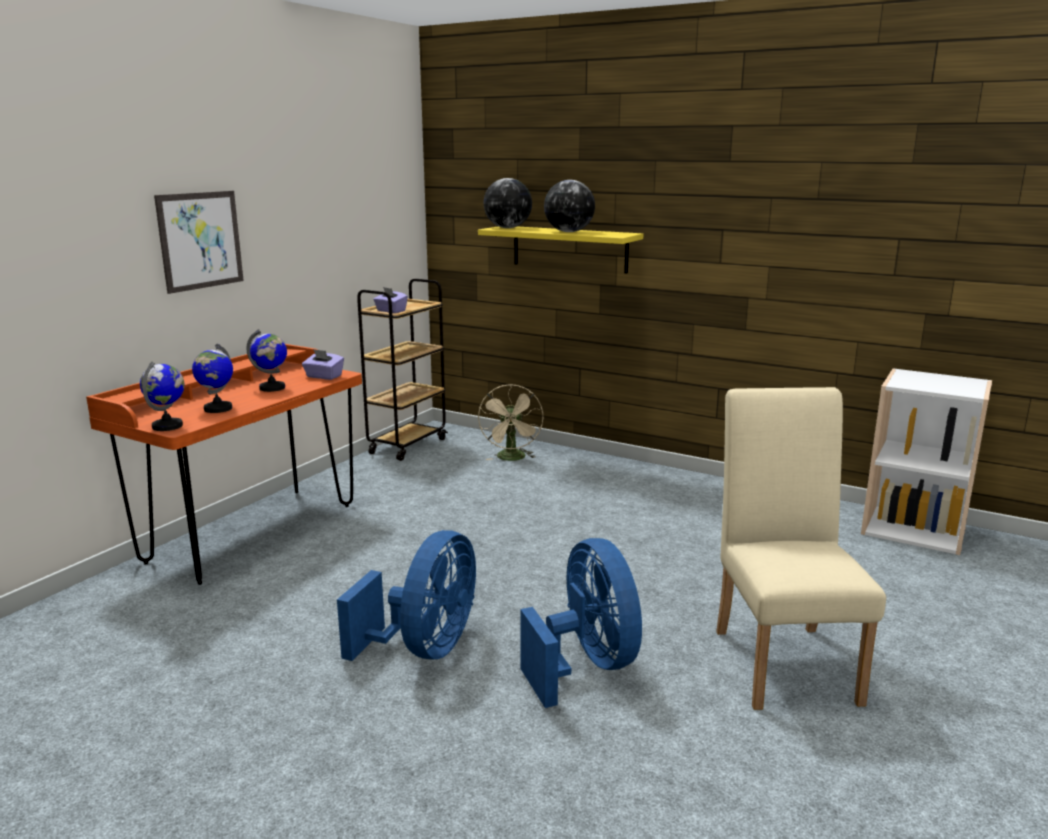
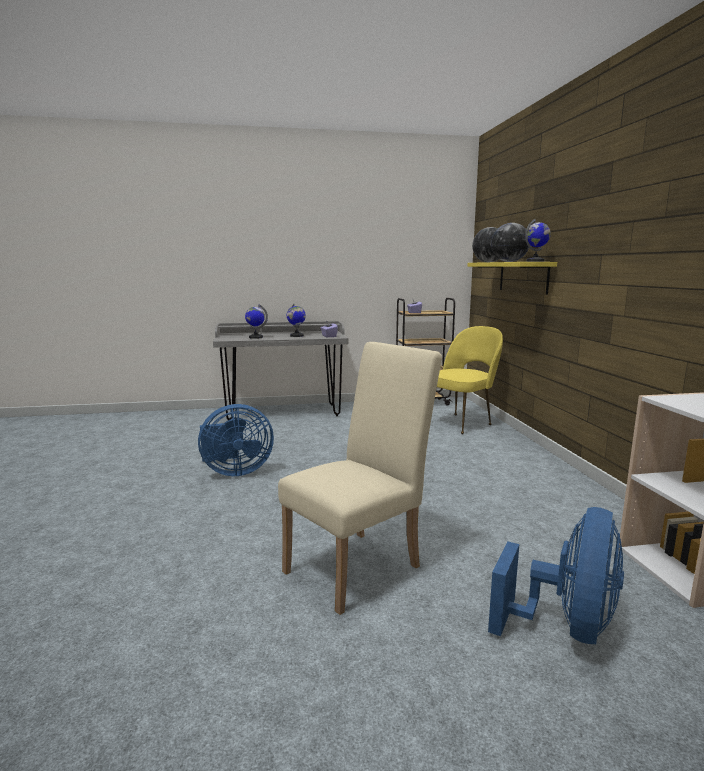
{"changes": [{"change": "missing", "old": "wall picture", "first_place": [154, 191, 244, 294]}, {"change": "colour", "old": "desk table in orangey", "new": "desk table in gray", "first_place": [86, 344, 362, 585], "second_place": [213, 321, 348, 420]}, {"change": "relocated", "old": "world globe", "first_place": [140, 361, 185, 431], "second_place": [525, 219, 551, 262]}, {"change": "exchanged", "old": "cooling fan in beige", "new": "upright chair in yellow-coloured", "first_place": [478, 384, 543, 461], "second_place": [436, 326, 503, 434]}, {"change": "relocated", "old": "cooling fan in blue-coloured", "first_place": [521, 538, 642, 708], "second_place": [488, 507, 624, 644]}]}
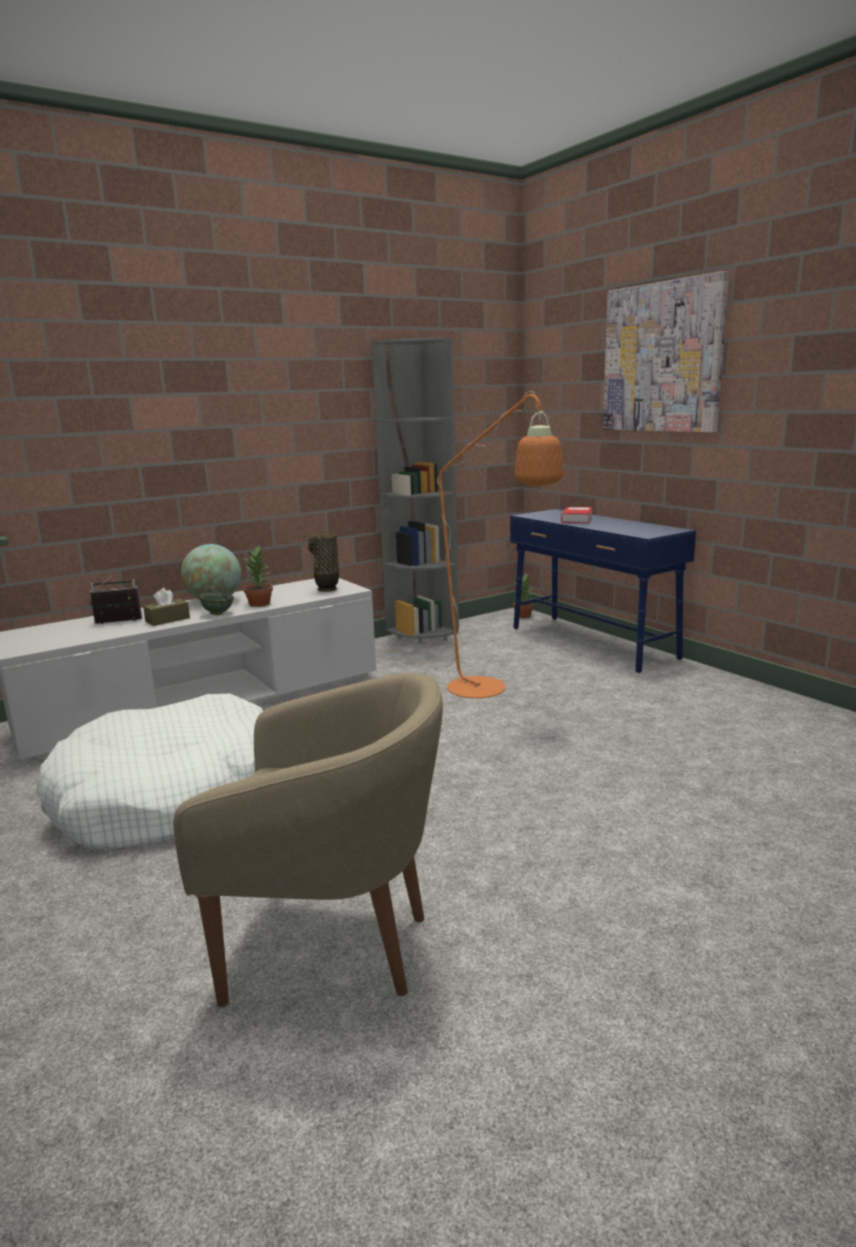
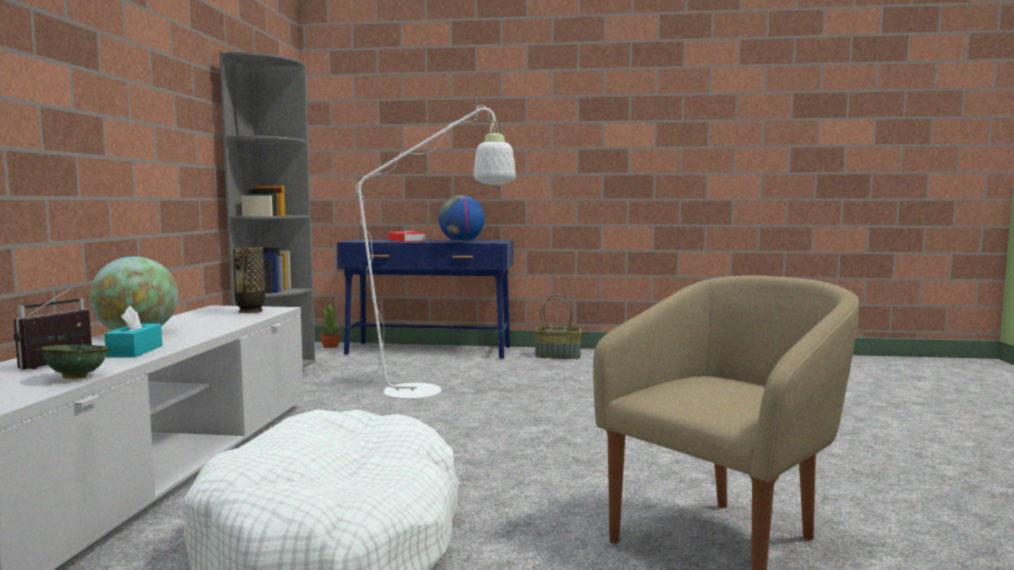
{"changes": [{"change": "missing", "old": "wall picture", "first_place": [603, 271, 729, 433]}, {"change": "colour", "old": "floor lamp in orangey", "new": "floor lamp in white-coloured", "first_place": [386, 391, 564, 698], "second_place": [303, 105, 516, 399]}, {"change": "missing", "old": "houseplant", "first_place": [244, 546, 273, 607]}, {"change": "colour", "old": "tissue box in brown-coloured", "new": "tissue box in blue-green", "first_place": [143, 588, 190, 626], "second_place": [104, 306, 162, 357]}, {"change": "relocated", "old": "bowl in green", "first_place": [199, 593, 234, 615], "second_place": [41, 344, 109, 379]}, {"change": "appeared", "new": "world globe", "second_place": [439, 195, 485, 242]}, {"change": "appeared", "new": "household basket", "second_place": [534, 294, 582, 359]}]}
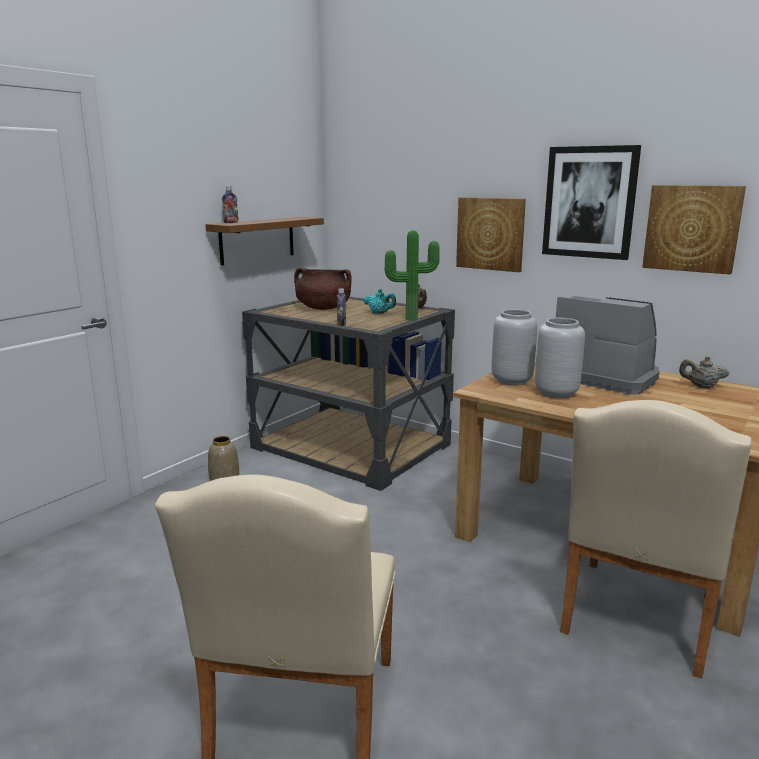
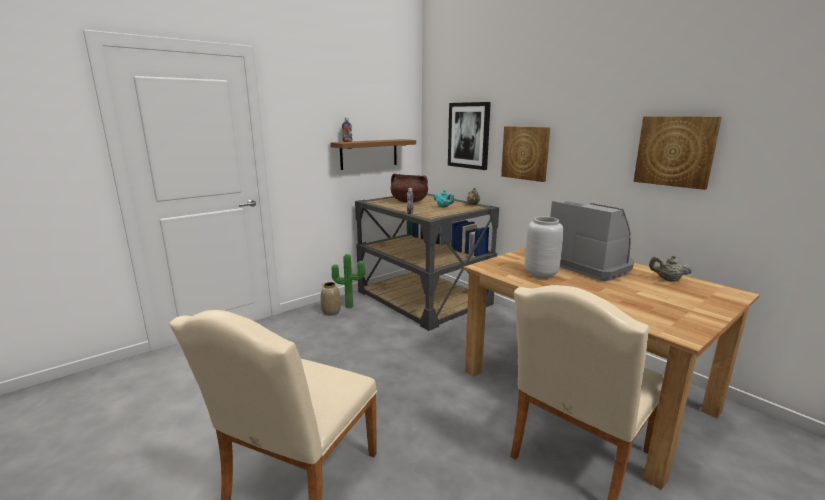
{"changes": [{"change": "relocated", "old": "wall picture", "first_place": [542, 145, 641, 260], "second_place": [448, 102, 491, 170]}, {"change": "relocated", "old": "houseplant", "first_place": [385, 230, 440, 321], "second_place": [332, 254, 365, 308]}, {"change": "missing", "old": "vase in gray", "first_place": [492, 309, 537, 386]}]}
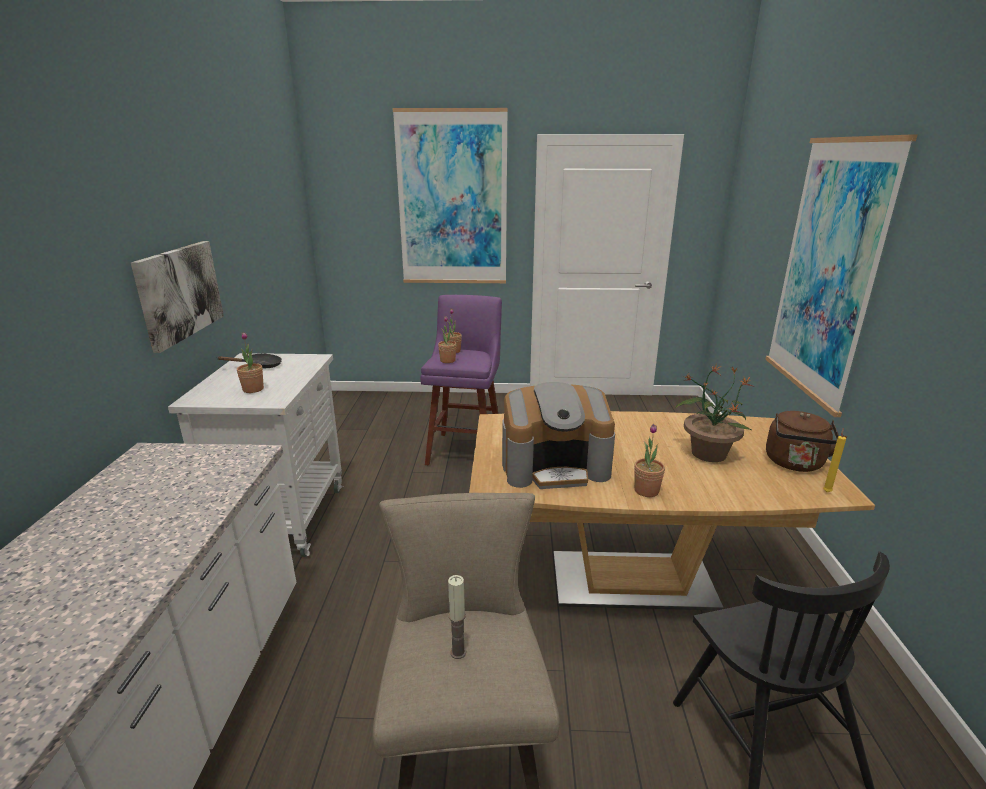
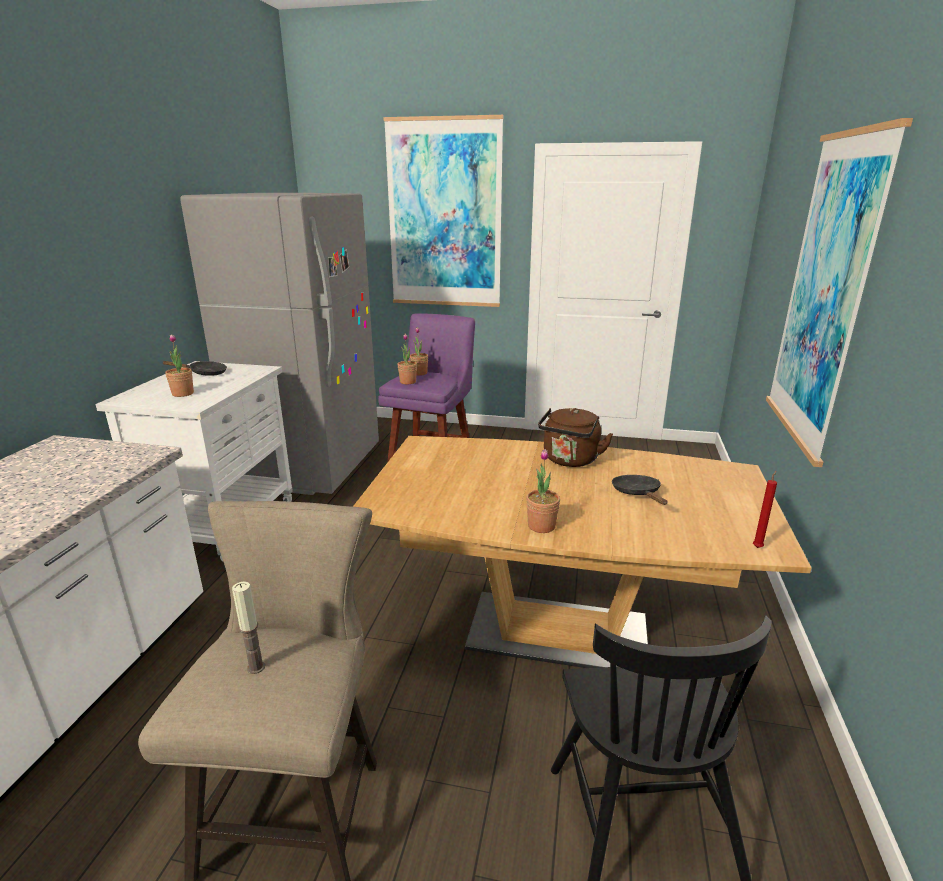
{"changes": [{"change": "missing", "old": "wall picture", "first_place": [131, 241, 224, 353]}, {"change": "exchanged", "old": "houseplant", "new": "skillet in blackish", "first_place": [676, 365, 753, 462], "second_place": [612, 475, 668, 505]}, {"change": "missing", "old": "coffee maker", "first_place": [502, 382, 615, 489]}, {"change": "relocated", "old": "kettle in brown-coloured", "first_place": [766, 411, 847, 472], "second_place": [538, 408, 613, 467]}, {"change": "colour", "old": "wax light in yellow-coloured", "new": "wax light in red-coloured", "first_place": [823, 428, 846, 492], "second_place": [753, 471, 777, 548]}, {"change": "appeared", "new": "refrigerator in gray", "second_place": [180, 193, 379, 495]}]}
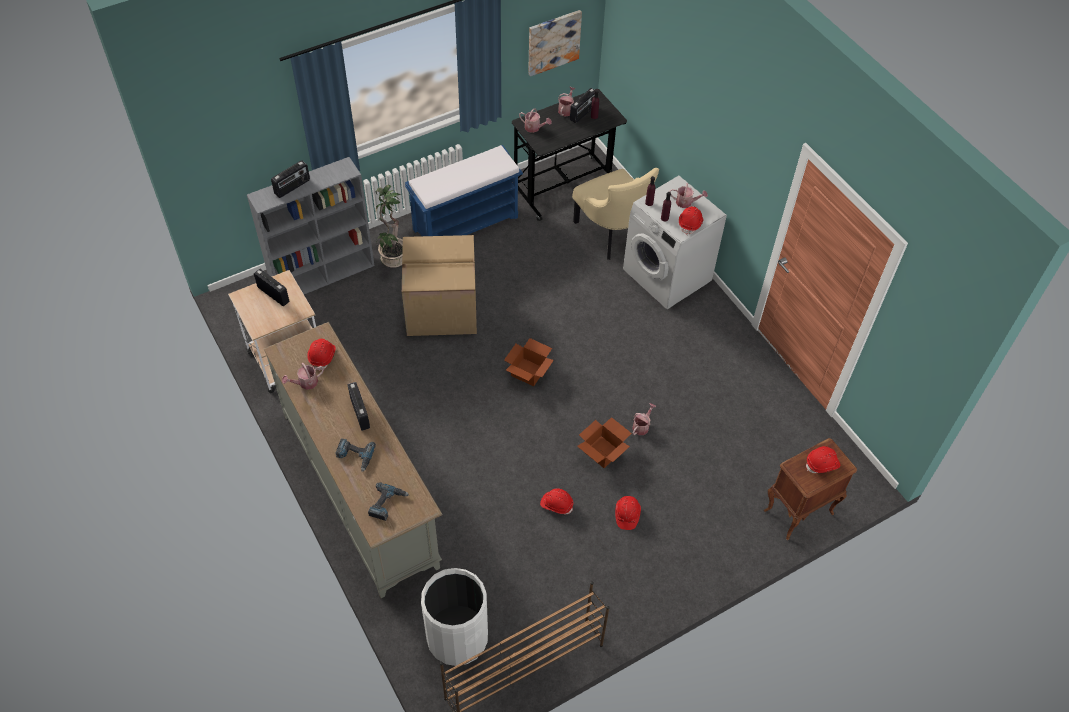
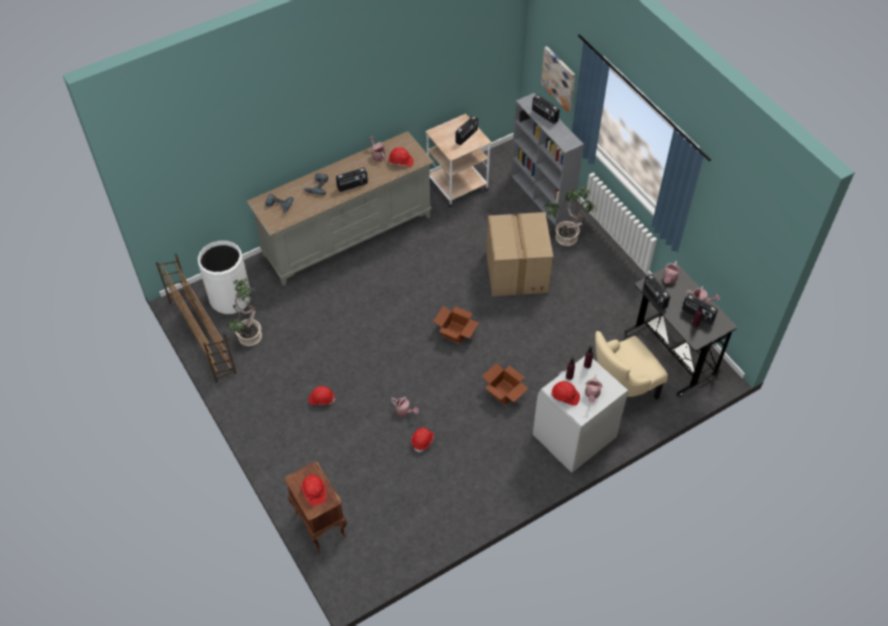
{"changes": [{"change": "relocated", "old": "wall picture", "first_place": [528, 10, 582, 77], "second_place": [541, 46, 575, 112]}, {"change": "missing", "old": "bench in blue-coloured", "first_place": [405, 145, 523, 236]}, {"change": "relocated", "old": "carton", "first_place": [577, 417, 632, 468], "second_place": [482, 363, 528, 405]}, {"change": "relocated", "old": "hard hat in red-coloured", "first_place": [540, 488, 573, 514], "second_place": [411, 428, 434, 453]}, {"change": "appeared", "new": "radio receiver", "second_place": [643, 274, 670, 310]}, {"change": "appeared", "new": "houseplant", "second_place": [227, 279, 262, 346]}]}
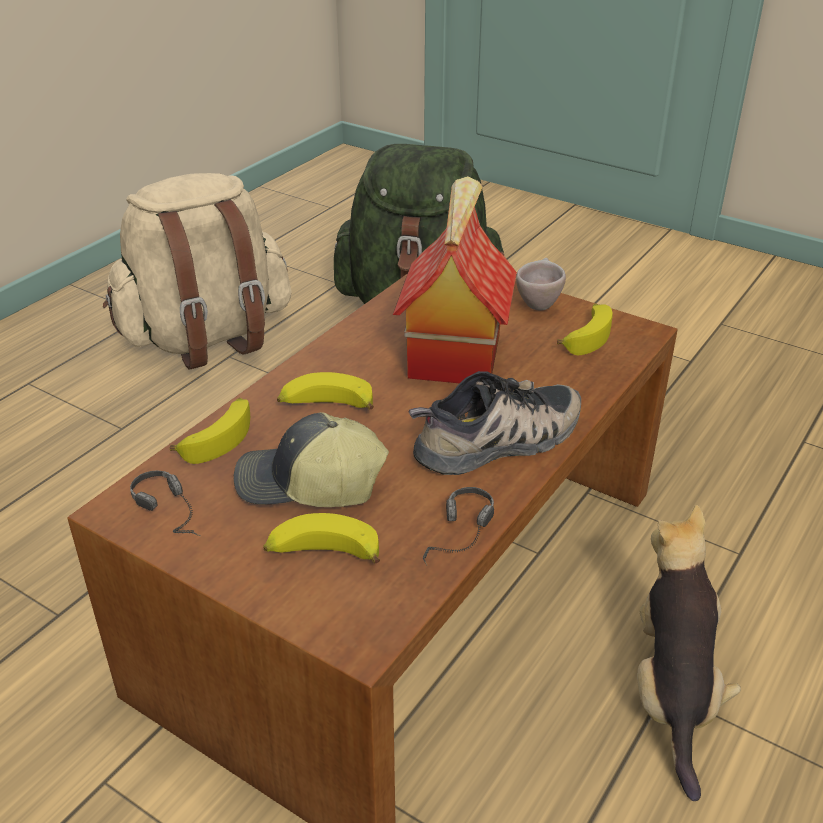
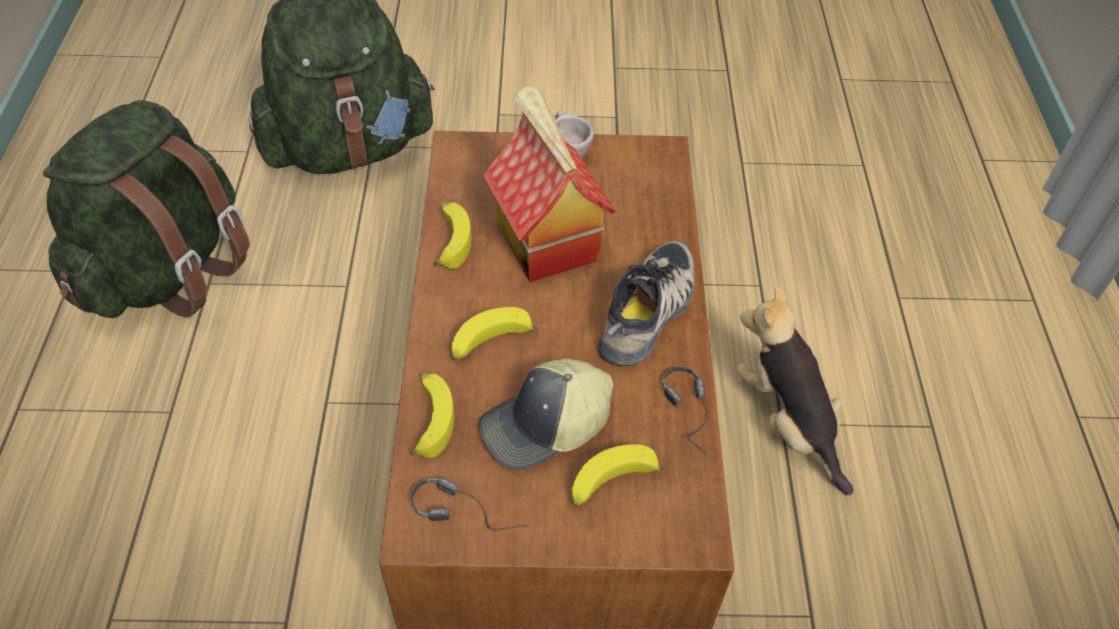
{"changes": [{"change": "colour", "old": "backpack in beige", "new": "backpack in green", "first_place": [103, 173, 292, 369], "second_place": [43, 100, 250, 318]}, {"change": "relocated", "old": "whole banana", "first_place": [557, 304, 612, 355], "second_place": [434, 202, 471, 269]}]}
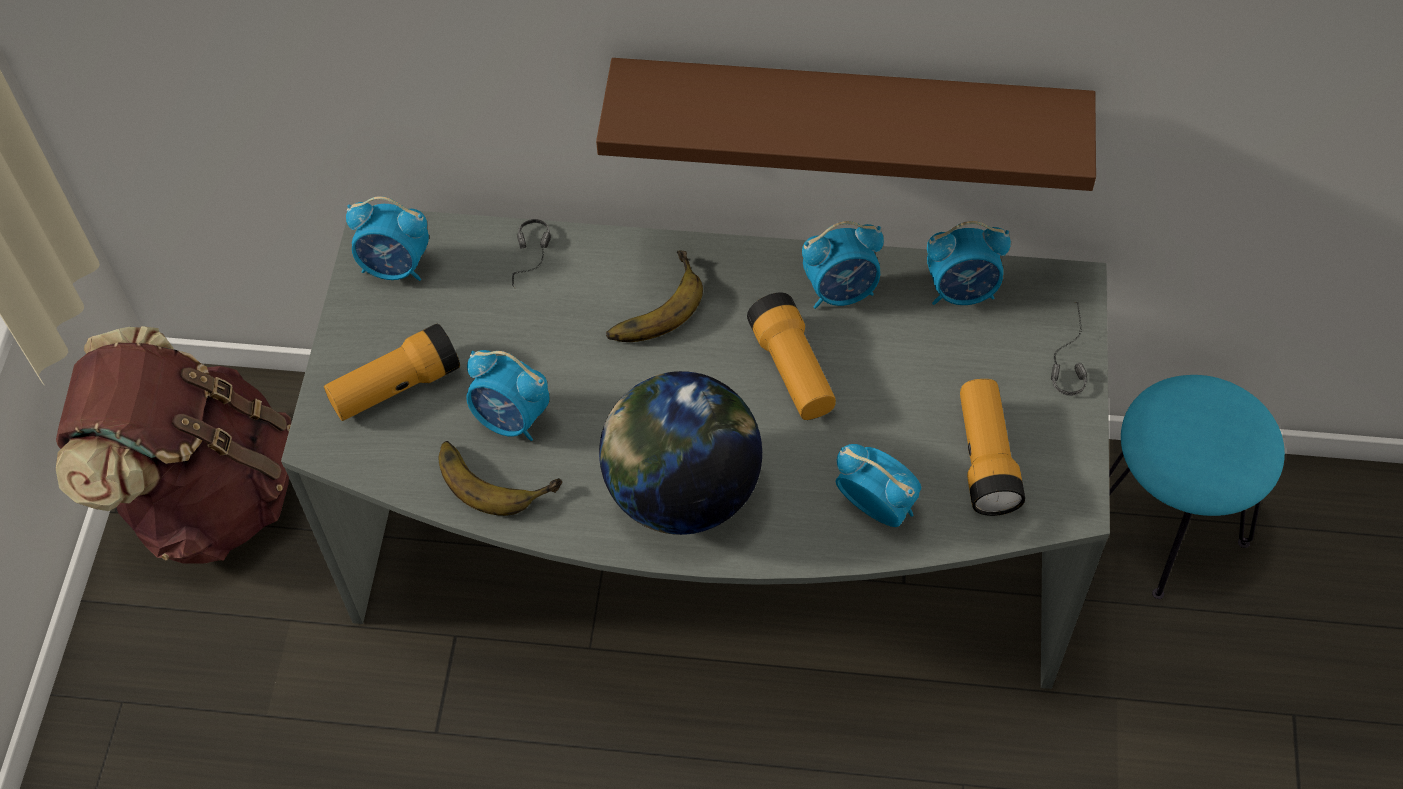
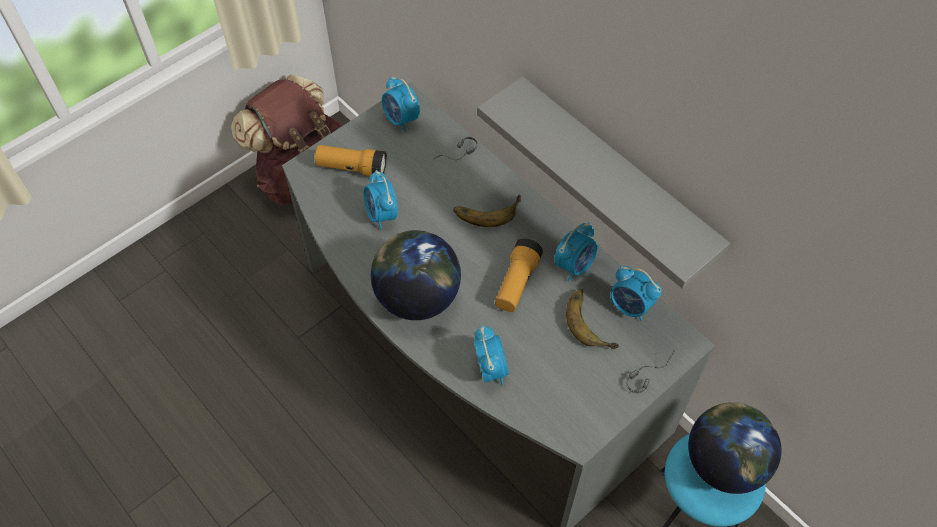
{"changes": [{"change": "colour", "old": "wall shelf in brown-coloured", "new": "wall shelf in gray", "first_place": [596, 58, 1096, 191], "second_place": [477, 76, 730, 289]}, {"change": "spun", "old": "table clock", "first_place": [802, 221, 884, 309], "second_place": [555, 222, 598, 281], "degrees": -75}, {"change": "missing", "old": "flashlight", "first_place": [960, 379, 1025, 516]}, {"change": "relocated", "old": "whole banana", "first_place": [439, 441, 562, 516], "second_place": [566, 289, 619, 349]}, {"change": "appeared", "new": "world globe", "second_place": [688, 402, 781, 494]}]}
